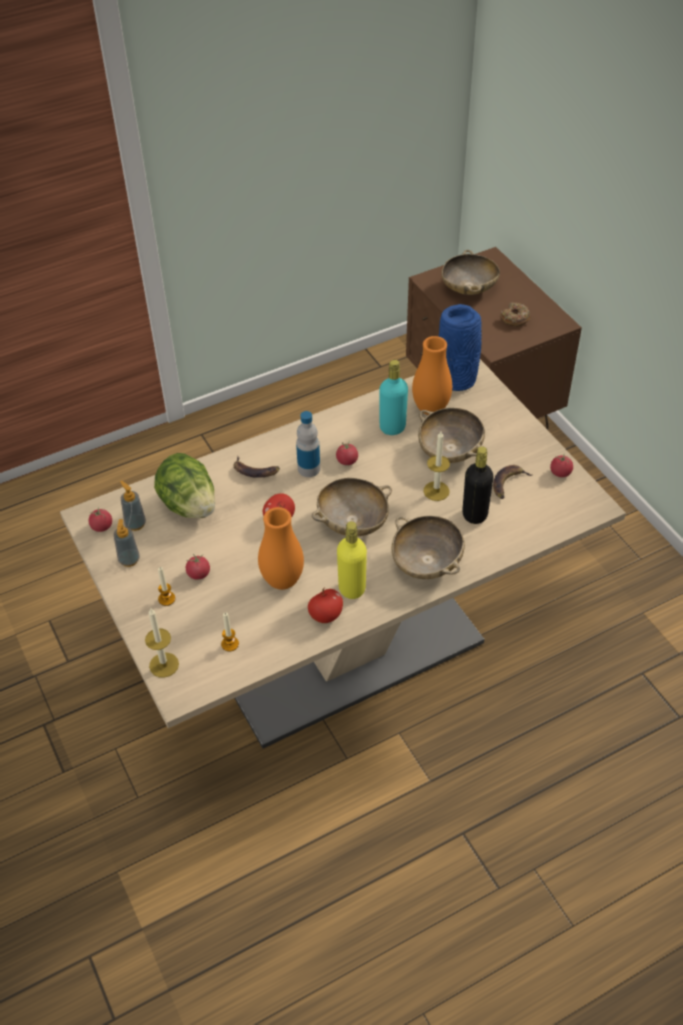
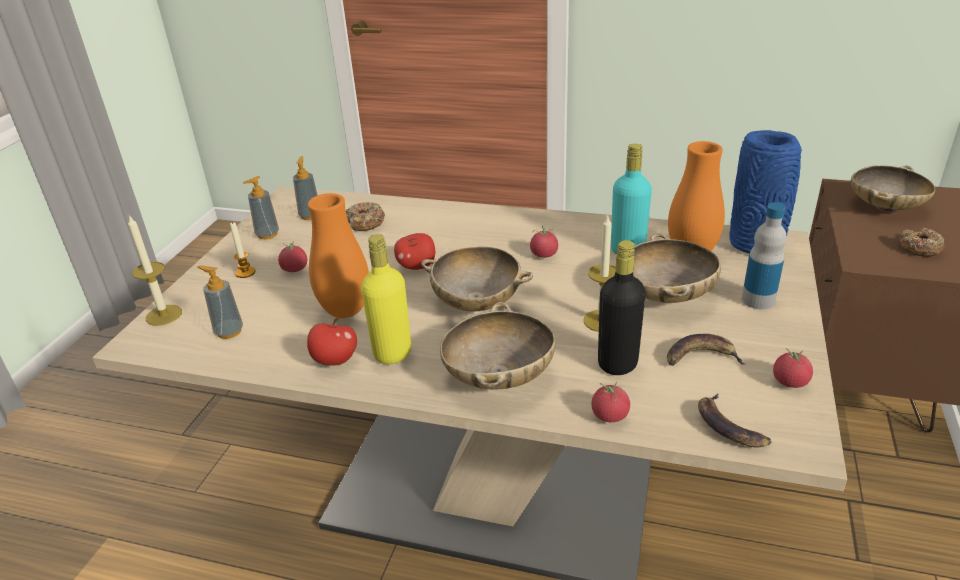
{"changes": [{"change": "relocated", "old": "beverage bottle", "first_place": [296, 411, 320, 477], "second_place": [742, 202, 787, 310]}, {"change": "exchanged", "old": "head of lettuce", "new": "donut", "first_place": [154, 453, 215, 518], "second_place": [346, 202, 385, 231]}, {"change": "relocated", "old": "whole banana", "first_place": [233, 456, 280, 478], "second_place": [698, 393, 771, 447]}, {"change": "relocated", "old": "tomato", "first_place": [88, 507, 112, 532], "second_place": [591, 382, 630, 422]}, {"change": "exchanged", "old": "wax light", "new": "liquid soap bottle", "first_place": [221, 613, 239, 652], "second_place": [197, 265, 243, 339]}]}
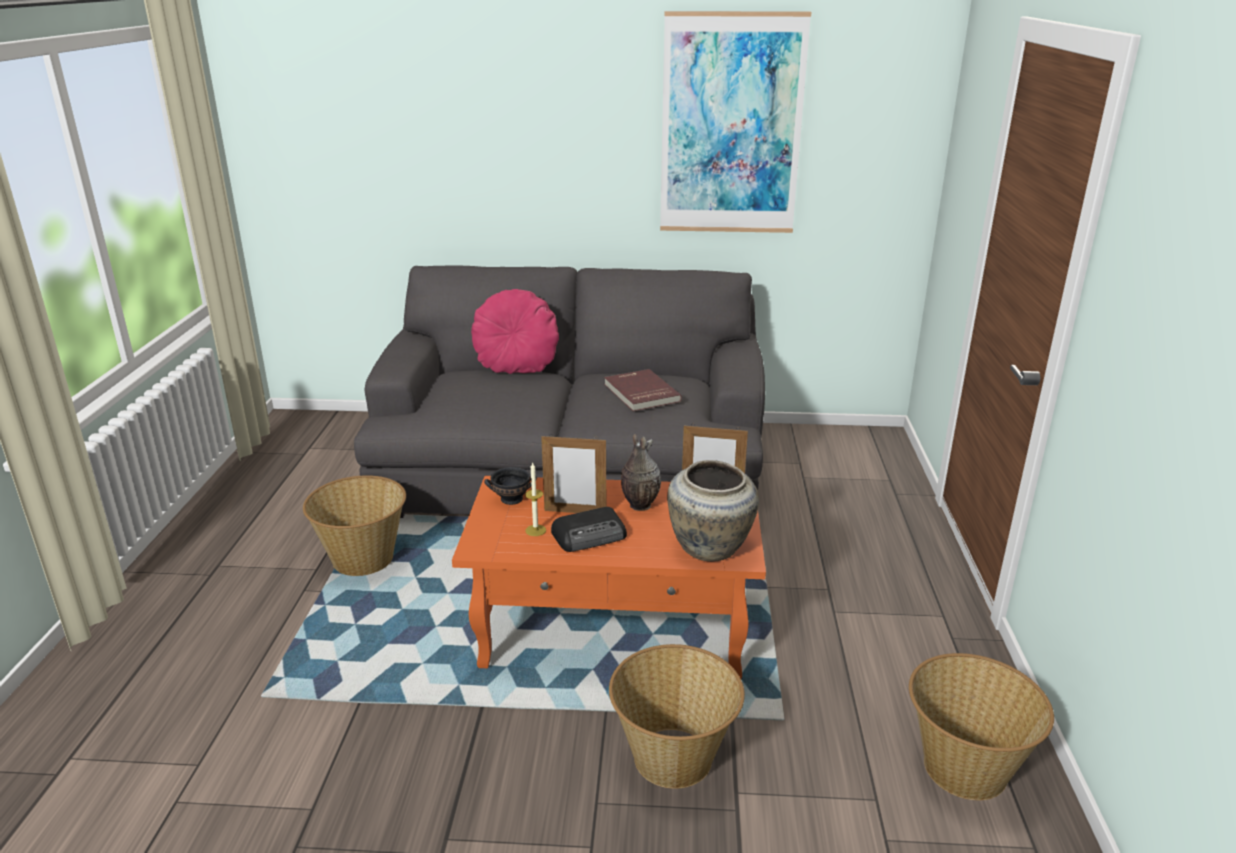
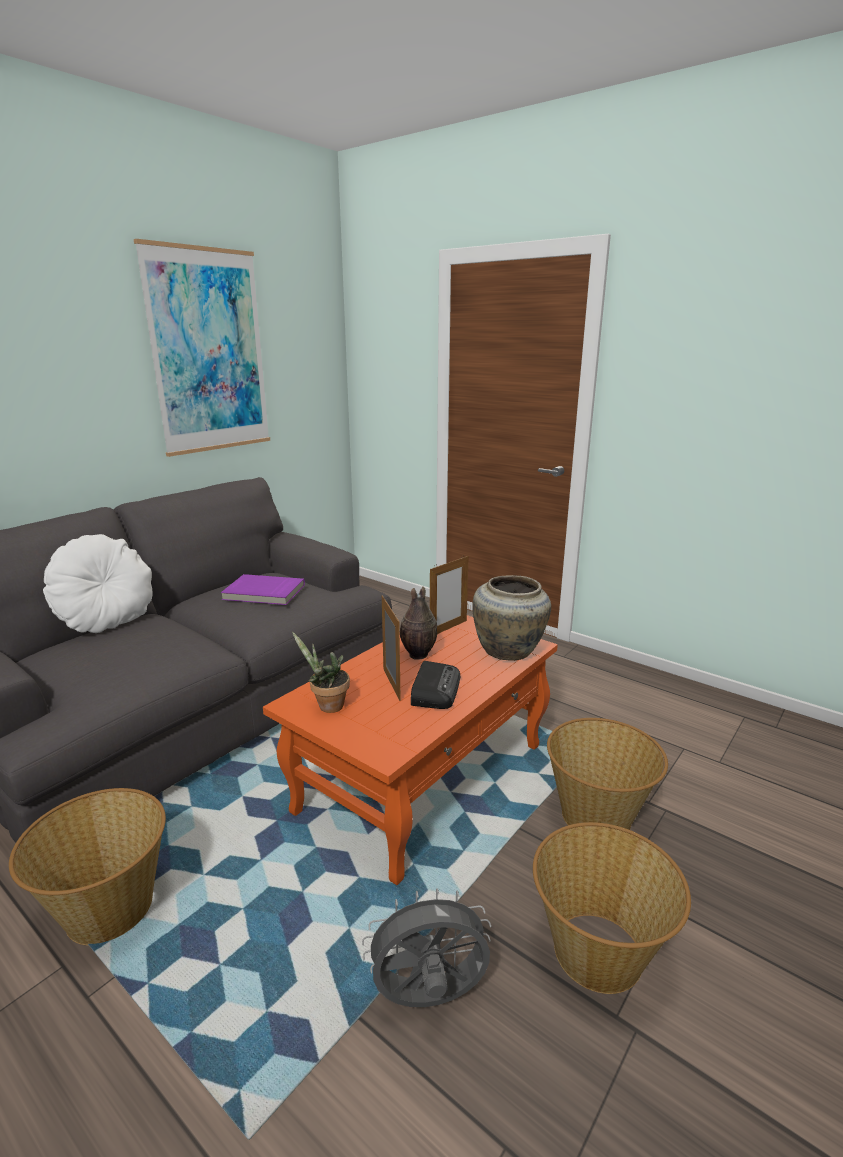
{"changes": [{"change": "colour", "old": "cushion in pink-coloured", "new": "cushion in white-coloured", "first_place": [471, 289, 559, 374], "second_place": [43, 534, 152, 633]}, {"change": "colour", "old": "book in red-coloured", "new": "book in purplish", "first_place": [604, 369, 682, 411], "second_place": [221, 574, 305, 605]}, {"change": "spun", "old": "picture frame", "first_place": [541, 434, 606, 513], "second_place": [382, 595, 401, 701], "degrees": -60}, {"change": "missing", "old": "wax light", "first_place": [525, 463, 546, 536]}, {"change": "exchanged", "old": "bowl in blackish", "new": "houseplant", "first_place": [484, 467, 537, 505], "second_place": [292, 632, 350, 713]}, {"change": "relocated", "old": "household basket", "first_place": [909, 653, 1054, 800], "second_place": [533, 822, 691, 994]}, {"change": "appeared", "new": "cooling fan in gray", "second_place": [362, 888, 491, 1007]}]}
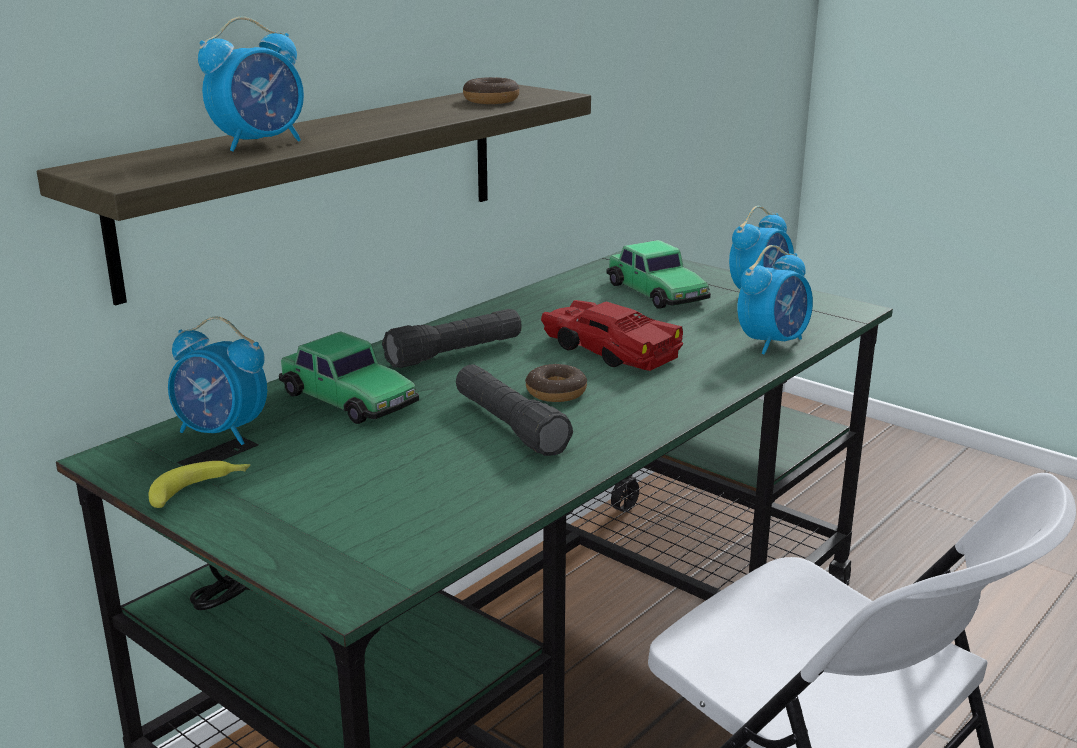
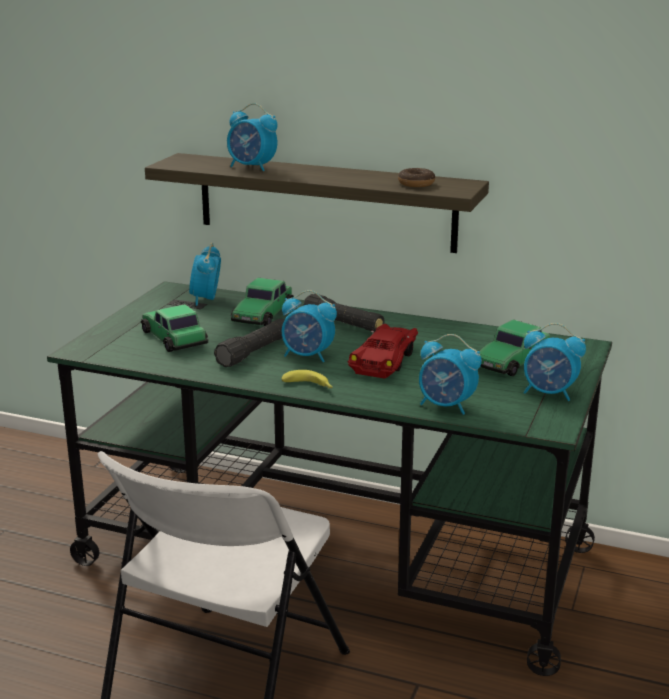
{"changes": [{"change": "exchanged", "old": "donut", "new": "table clock", "first_place": [525, 364, 587, 402], "second_place": [282, 290, 337, 362]}, {"change": "relocated", "old": "whole banana", "first_place": [149, 461, 251, 508], "second_place": [282, 370, 333, 389]}, {"change": "appeared", "new": "miniature car", "second_place": [141, 304, 208, 352]}]}
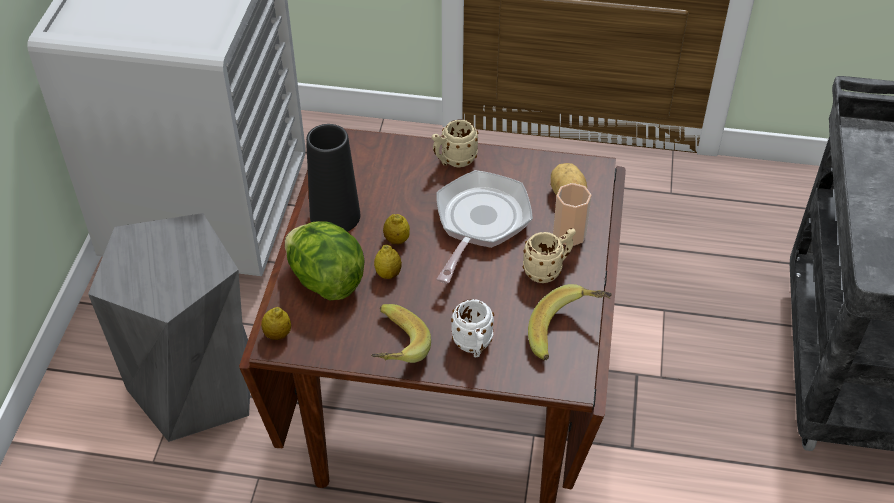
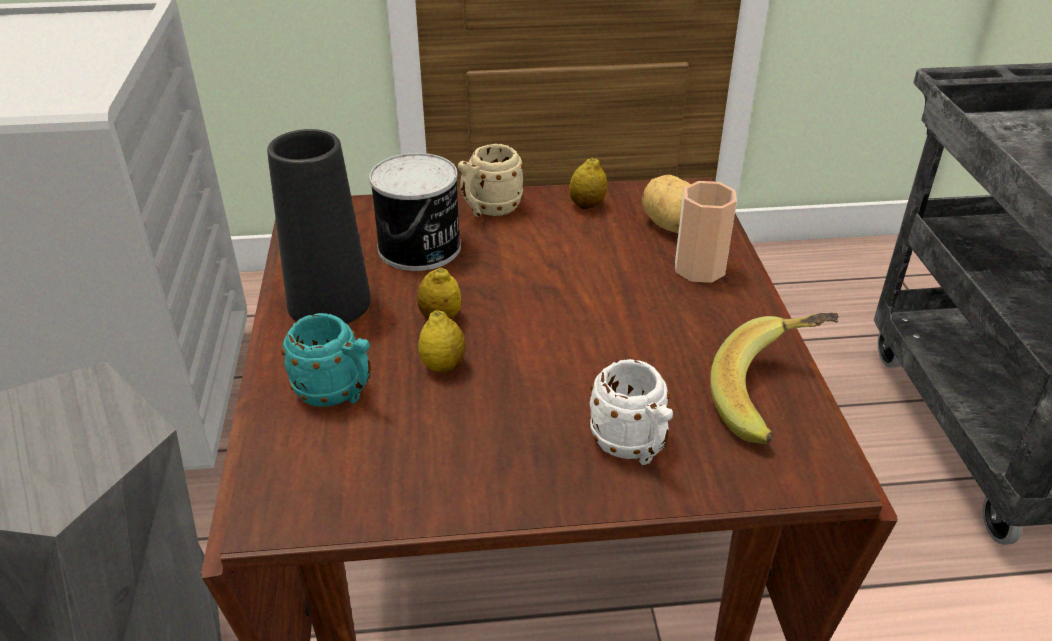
{"changes": [{"change": "missing", "old": "skillet", "first_place": [436, 170, 533, 283]}, {"change": "exchanged", "old": "head of lettuce", "new": "mug in blue-green", "first_place": [285, 221, 365, 300], "second_place": [281, 313, 371, 407]}, {"change": "missing", "old": "mug in beige", "first_place": [523, 228, 576, 283]}, {"change": "missing", "old": "whole banana", "first_place": [371, 304, 431, 363]}, {"change": "relocated", "old": "whole lemon", "first_place": [261, 307, 291, 340], "second_place": [569, 157, 608, 209]}, {"change": "appeared", "new": "metal can", "second_place": [369, 153, 461, 271]}]}
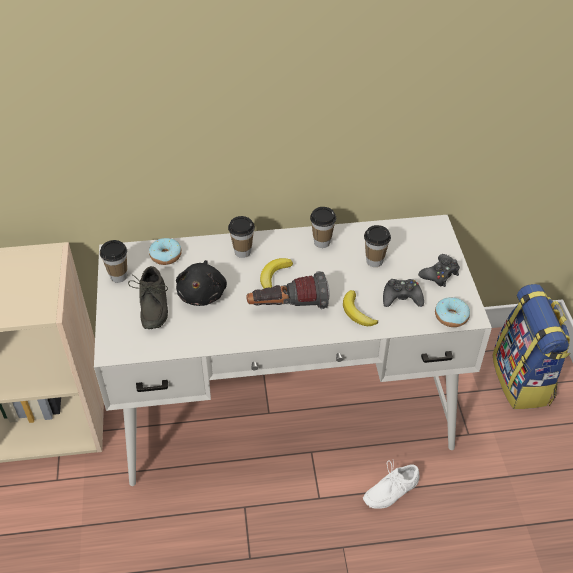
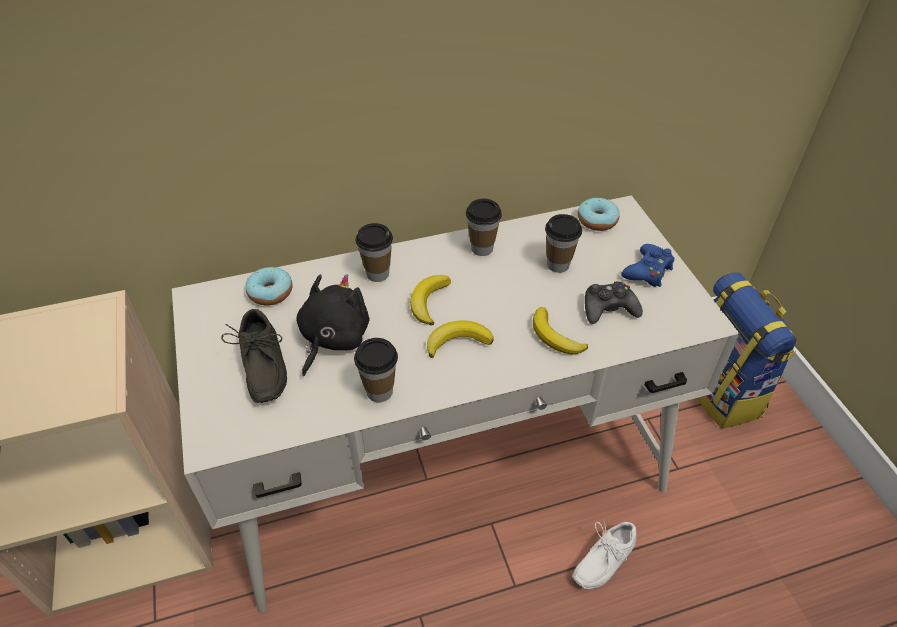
{"changes": [{"change": "relocated", "old": "cup", "first_place": [100, 240, 127, 283], "second_place": [354, 338, 398, 402]}, {"change": "colour", "old": "joypad in blackish", "new": "joypad in blue-coloured", "first_place": [418, 254, 460, 287], "second_place": [621, 244, 675, 287]}, {"change": "spun", "old": "plush toy in blackish", "first_place": [176, 260, 227, 306], "second_place": [296, 274, 370, 376], "degrees": -150}, {"change": "exchanged", "old": "flashlight", "new": "whole banana", "first_place": [247, 271, 330, 309], "second_place": [427, 321, 494, 358]}, {"change": "relocated", "old": "donut", "first_place": [435, 297, 470, 327], "second_place": [578, 197, 620, 231]}]}
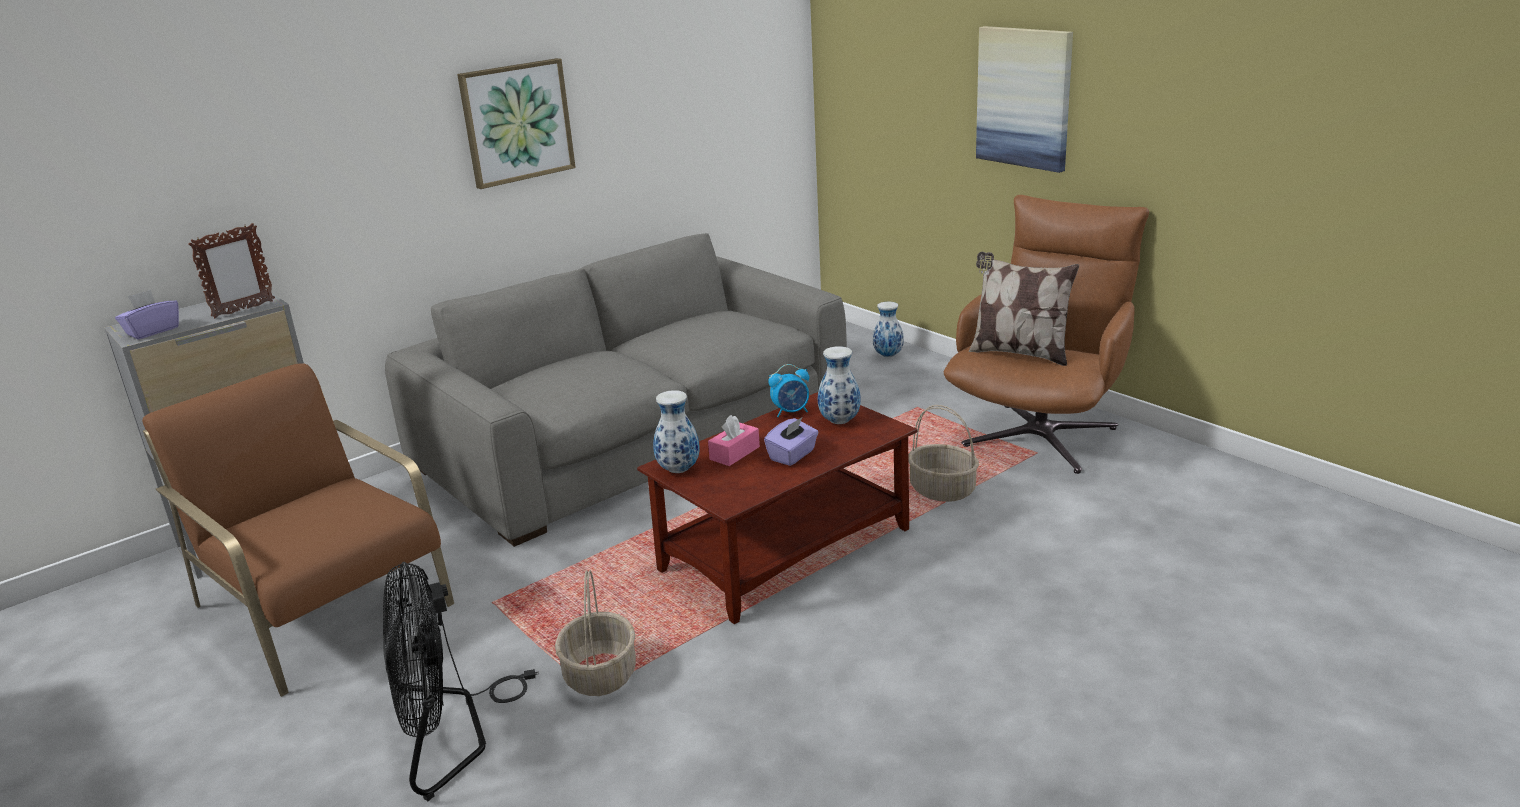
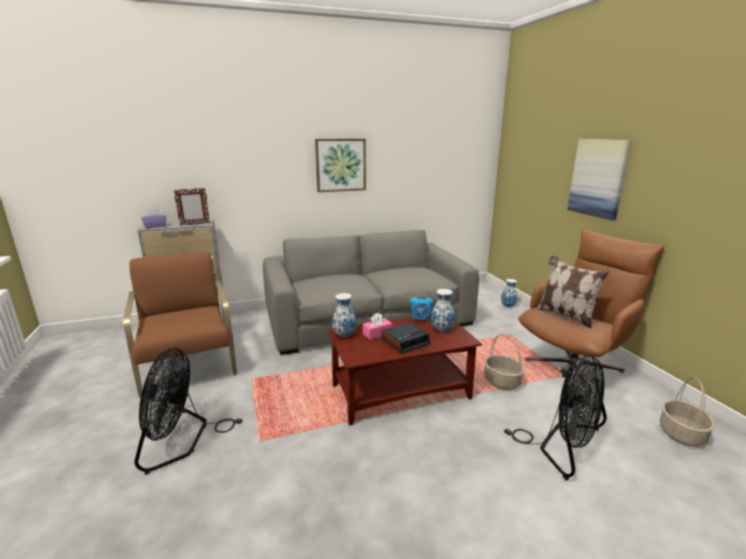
{"changes": [{"change": "exchanged", "old": "tissue box in purplish", "new": "table clock", "first_place": [764, 417, 819, 466], "second_place": [381, 322, 430, 354]}, {"change": "relocated", "old": "household basket", "first_place": [555, 570, 636, 696], "second_place": [660, 377, 715, 447]}, {"change": "appeared", "new": "cooling fan in blackish", "second_place": [504, 355, 607, 480]}]}
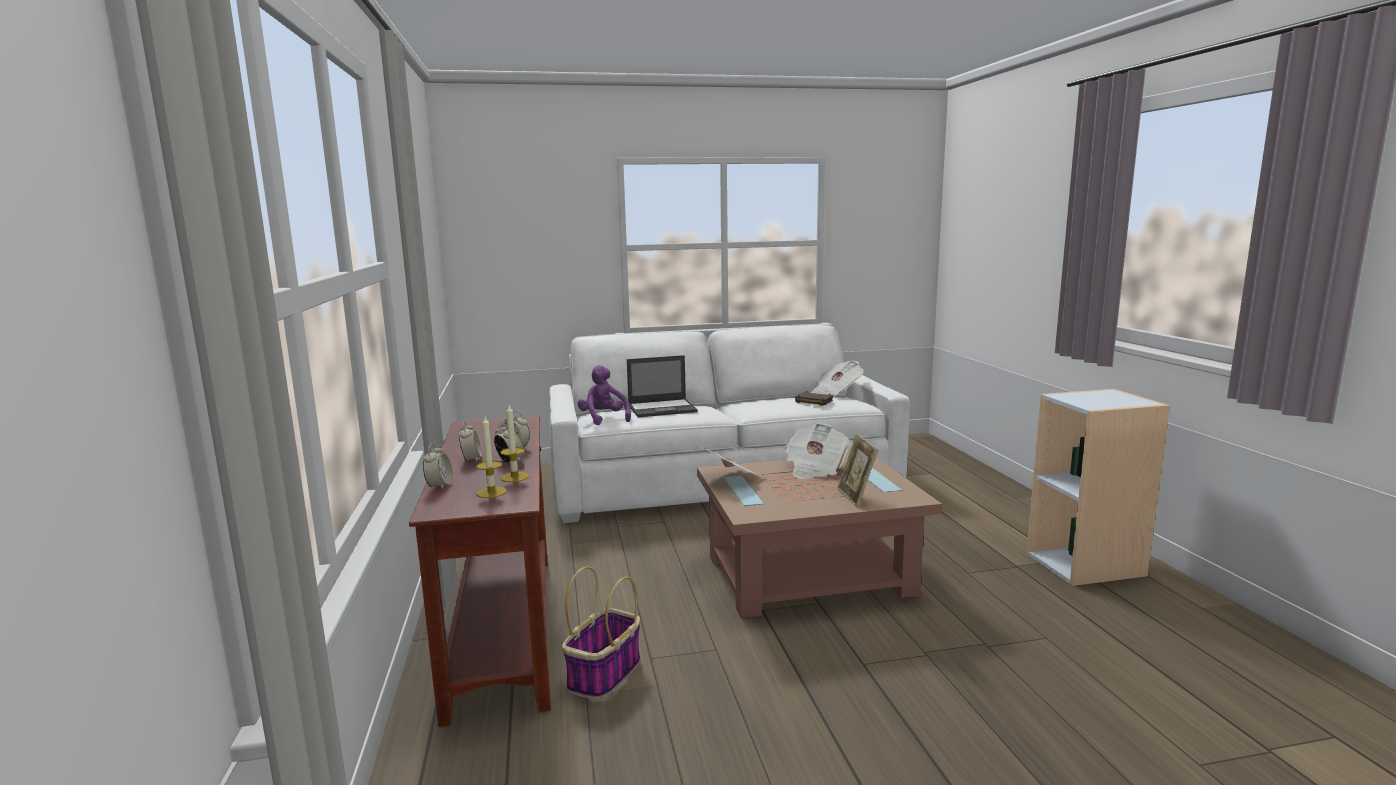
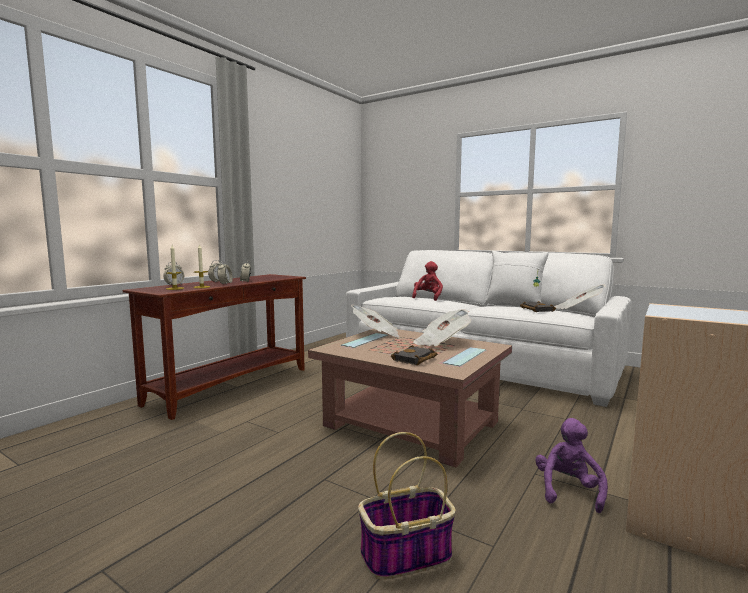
{"changes": [{"change": "exchanged", "old": "laptop", "new": "plush toy in red-coloured", "first_place": [627, 355, 698, 417], "second_place": [412, 261, 443, 301]}, {"change": "relocated", "old": "plush toy in purplish", "first_place": [578, 365, 631, 425], "second_place": [535, 418, 608, 513]}, {"change": "exchanged", "old": "picture frame", "new": "book in blackish", "first_place": [837, 434, 878, 507], "second_place": [391, 345, 437, 365]}, {"change": "relocated", "old": "household basket", "first_place": [562, 567, 640, 700], "second_place": [358, 432, 456, 579]}, {"change": "appeared", "new": "cushion in white-coloured", "second_place": [484, 250, 549, 304]}]}
